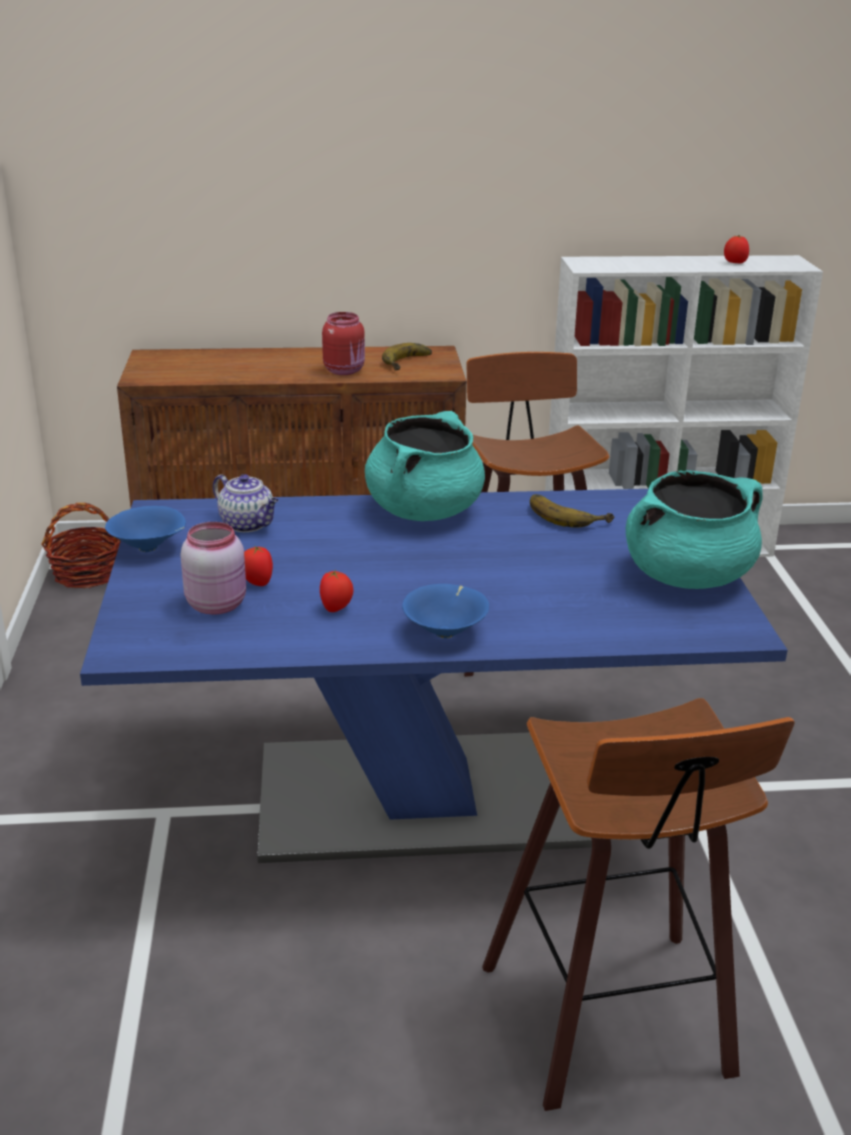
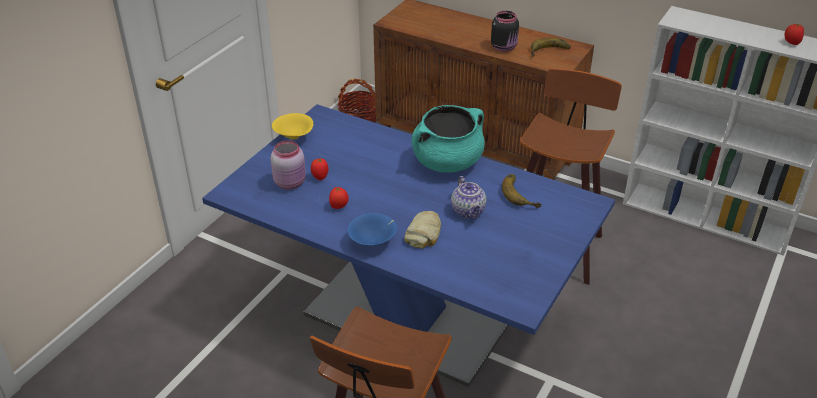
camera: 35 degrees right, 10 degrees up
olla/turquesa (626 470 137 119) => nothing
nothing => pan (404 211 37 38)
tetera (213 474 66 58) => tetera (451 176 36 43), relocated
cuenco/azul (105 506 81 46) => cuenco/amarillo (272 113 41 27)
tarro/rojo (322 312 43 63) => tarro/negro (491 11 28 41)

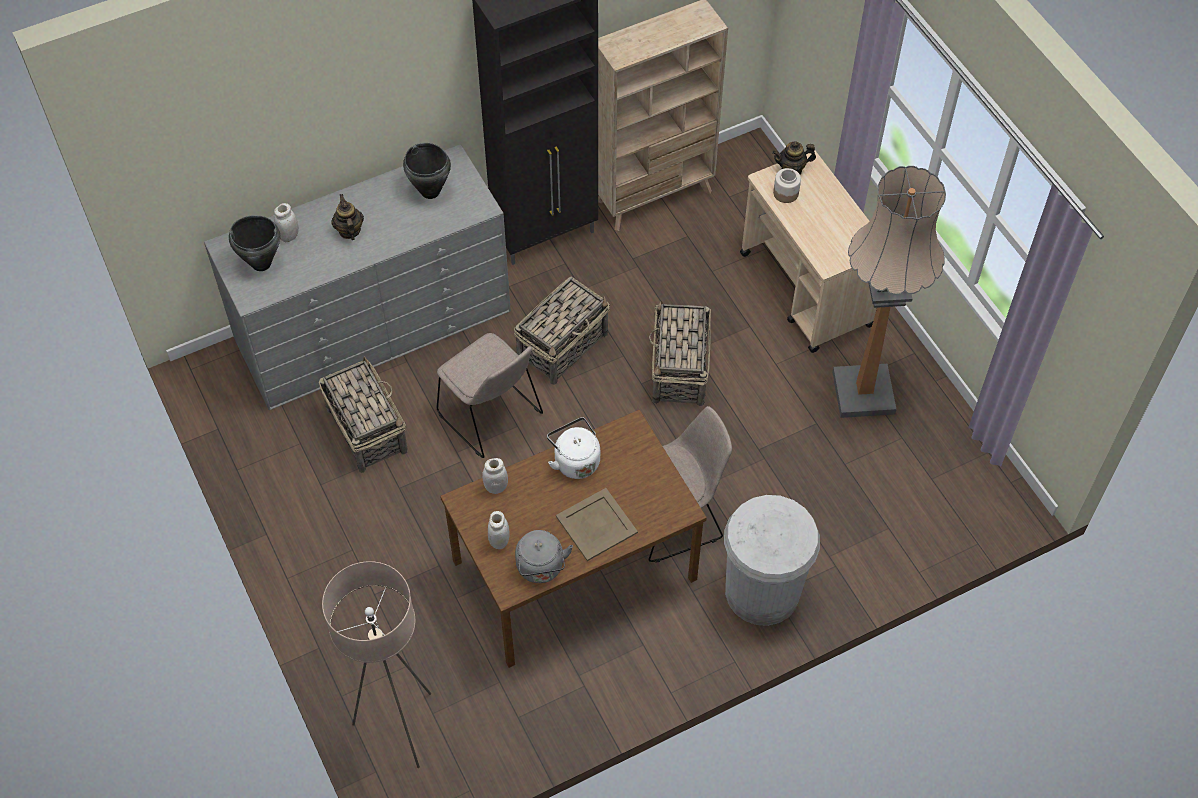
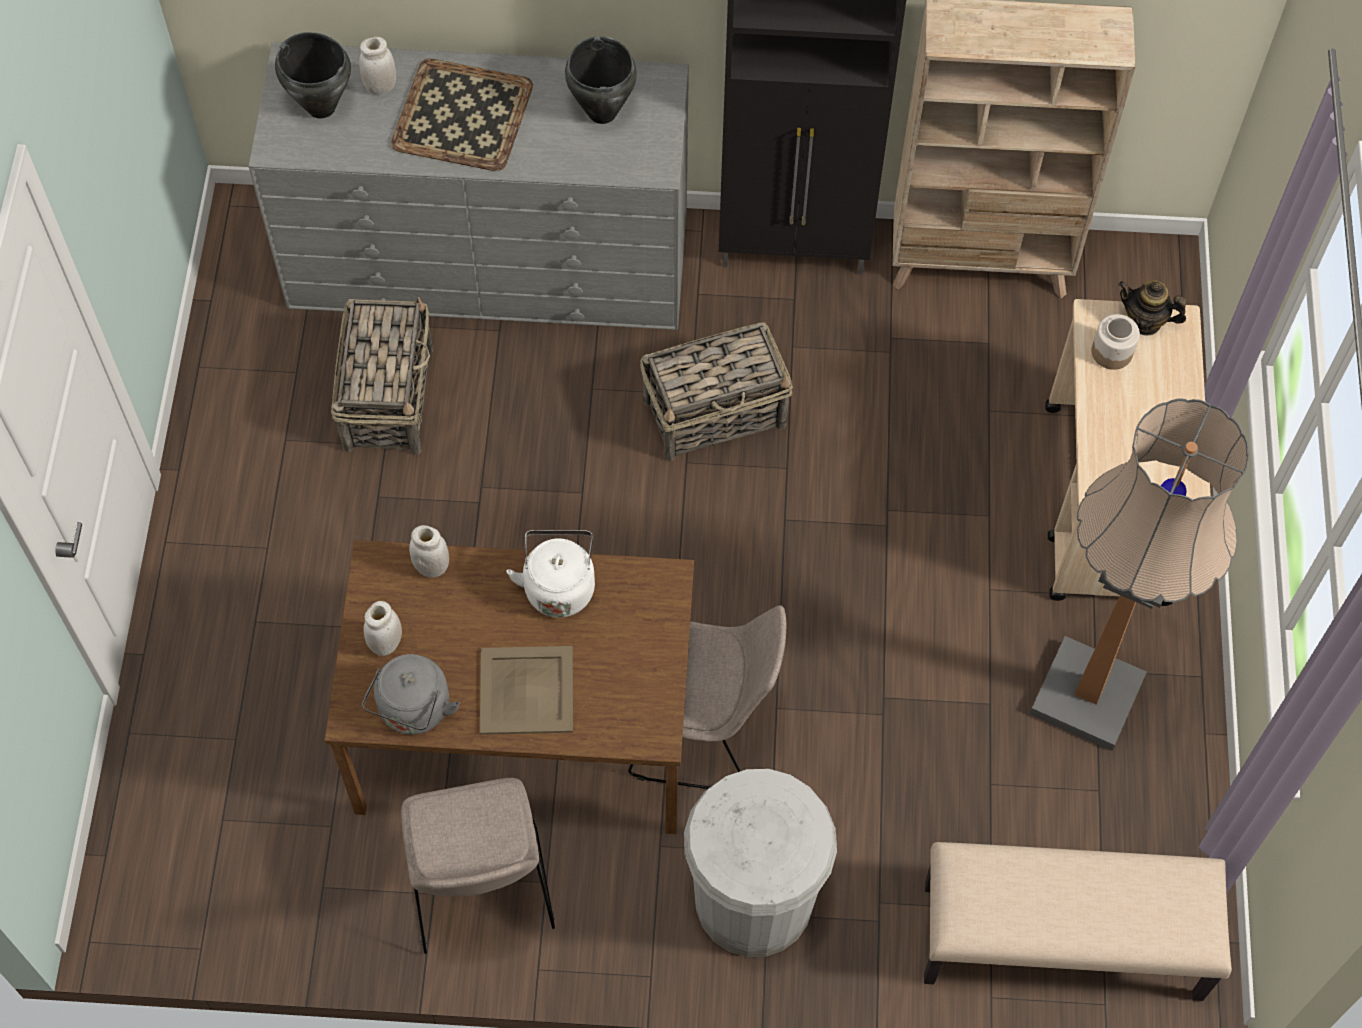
camera: 30 degrees right, 5 degrees up
lámpara de pie/beis (322 561 109 207) => nothing
cesta (649 300 62 106) => nothing
nothing => banco/beis (924 842 308 159)
silla/beis (436 333 107 125) => silla/beis (401 778 154 176), relocated
tetera (331 194 33 46) => bandeja (391 59 142 112)

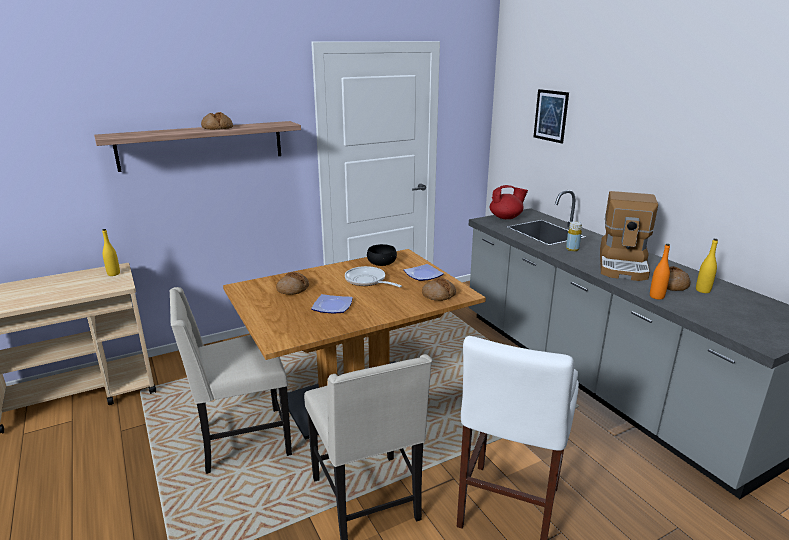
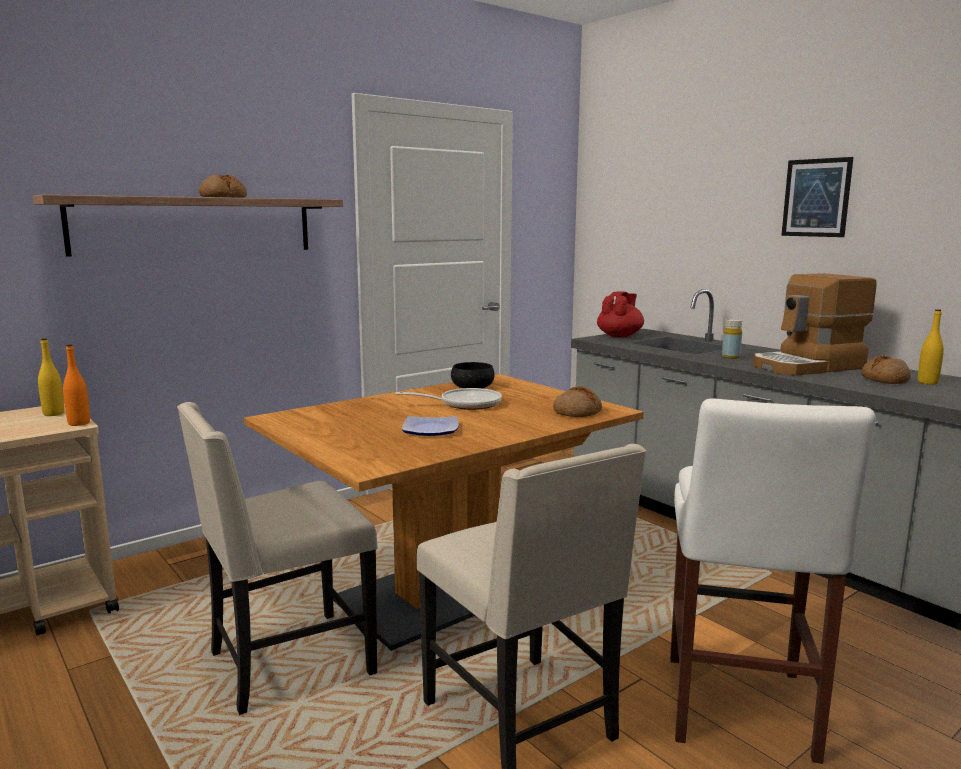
camera: 10 degrees left, 10 degrees down
pan (276 272 33 23) => nothing
plato (404 264 40 17) => nothing
cuadro (533 89 36 55) => cuadro (781 157 73 80), relocated
botella/naranja (650 244 20 56) => botella/naranja (63 344 27 82), relocated
sartén (345 266 57 21) => sartén (396 388 106 22), 135 degrees clockwise
tetera/rojo (490 185 38 34) => tetera/rojo (597 292 47 45), 45 degrees counterclockwise
cafetera (600 191 58 90) => cafetera (753 273 123 103), 60 degrees clockwise

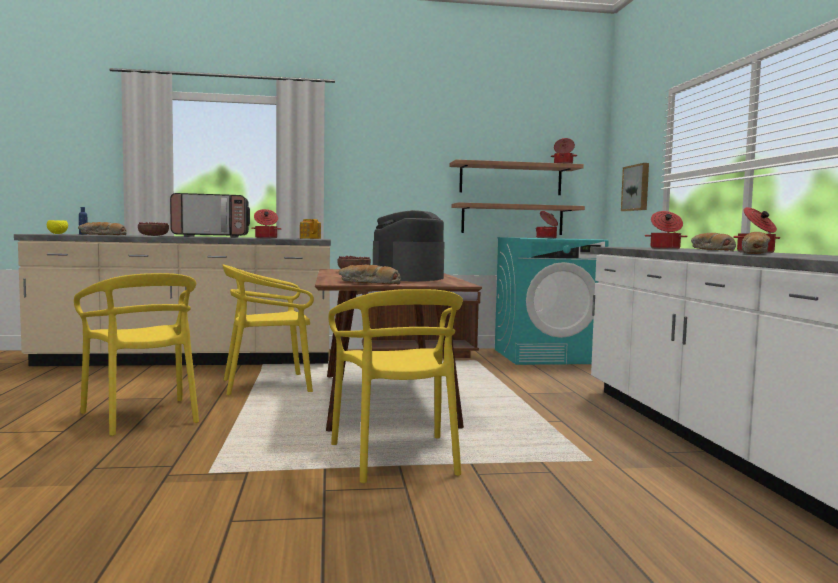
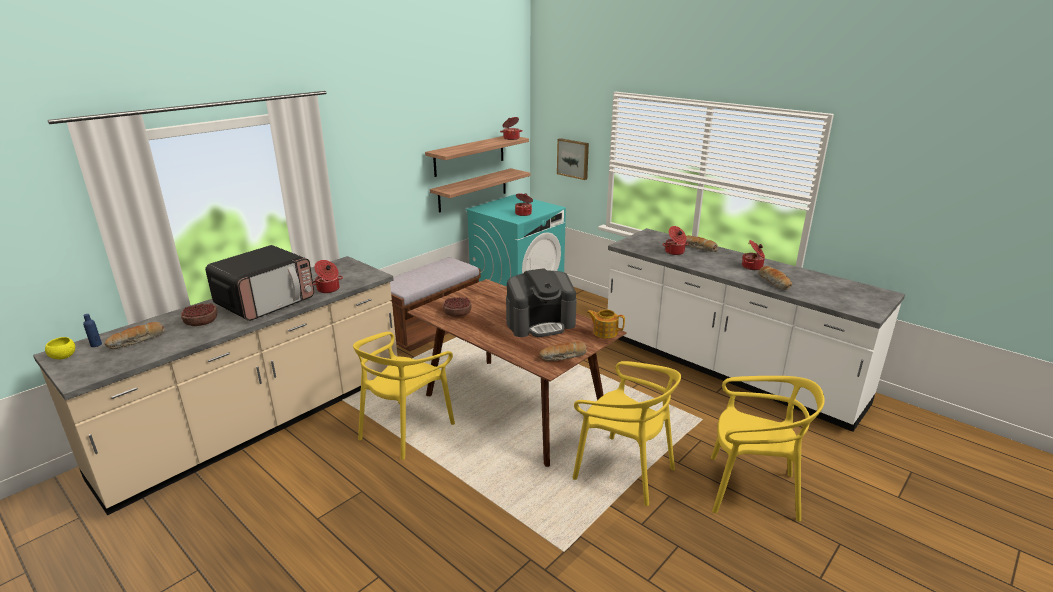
camera: 40 degrees left, 20 degrees up
silla/amarillo (74 273 125 163) => silla/amarillo (711 376 114 145), relocated
tetera (300 219 21 20) => tetera (587 309 38 30), relocated
cafetera (373 210 72 71) => cafetera (506 268 71 69), 90 degrees counterclockwise

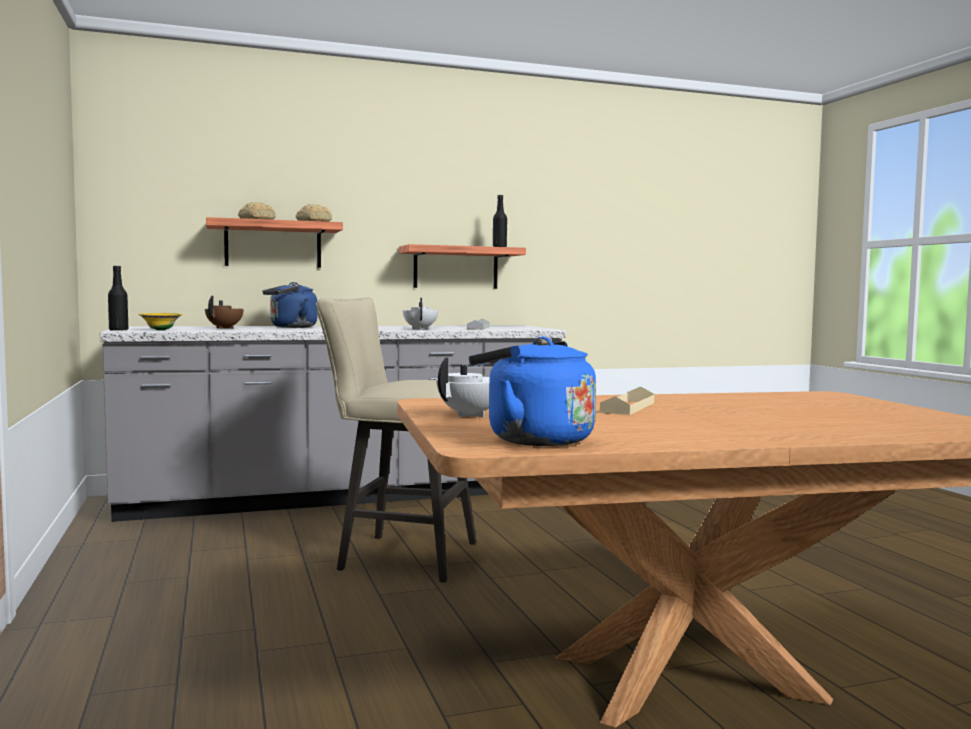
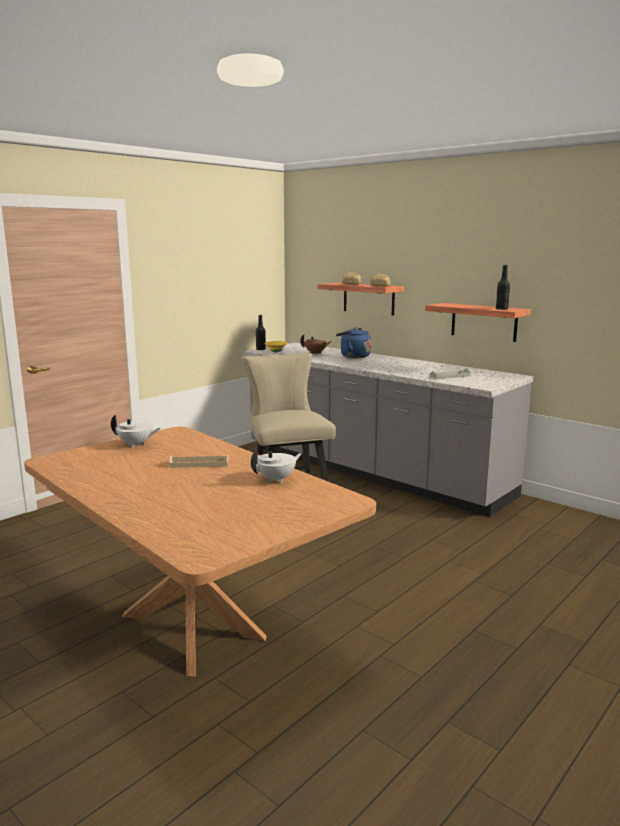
camera: 60 degrees right, 10 degrees up
hervidor/azul (469 337 127 109) => nothing
tetera/blanco (403 298 35 32) => tetera/blanco (251 449 51 34), relocated

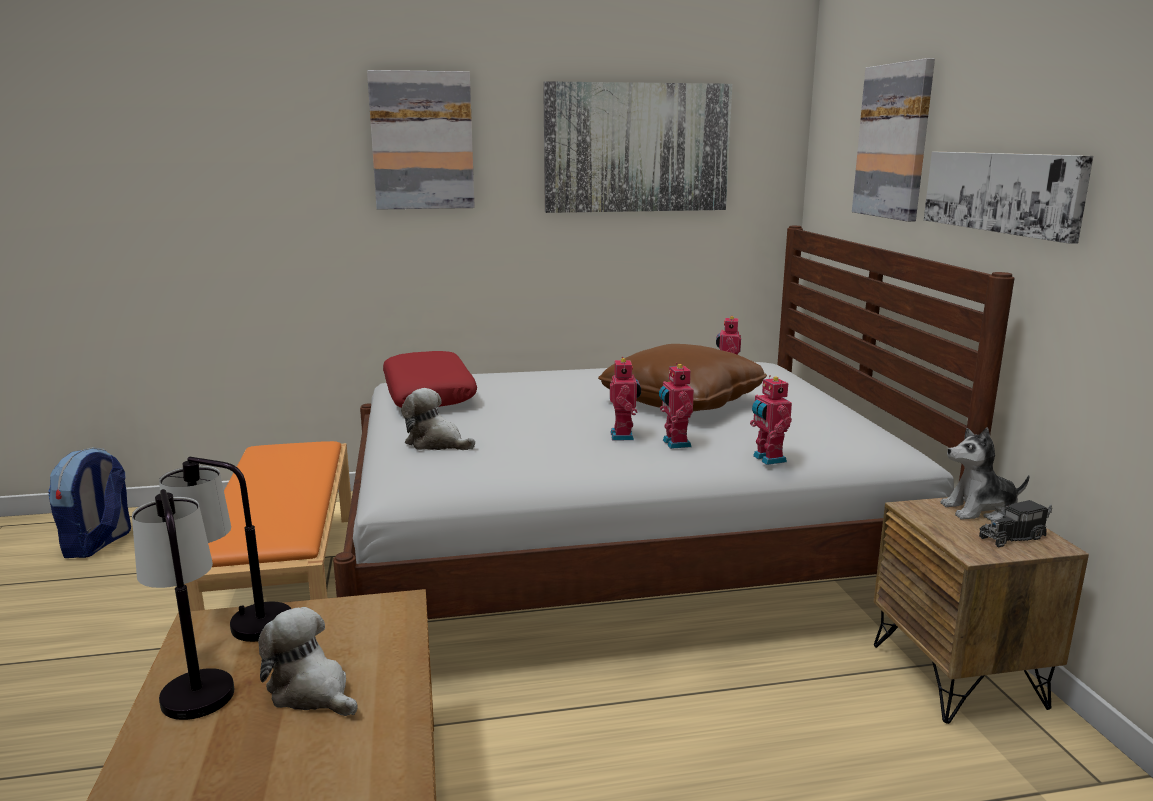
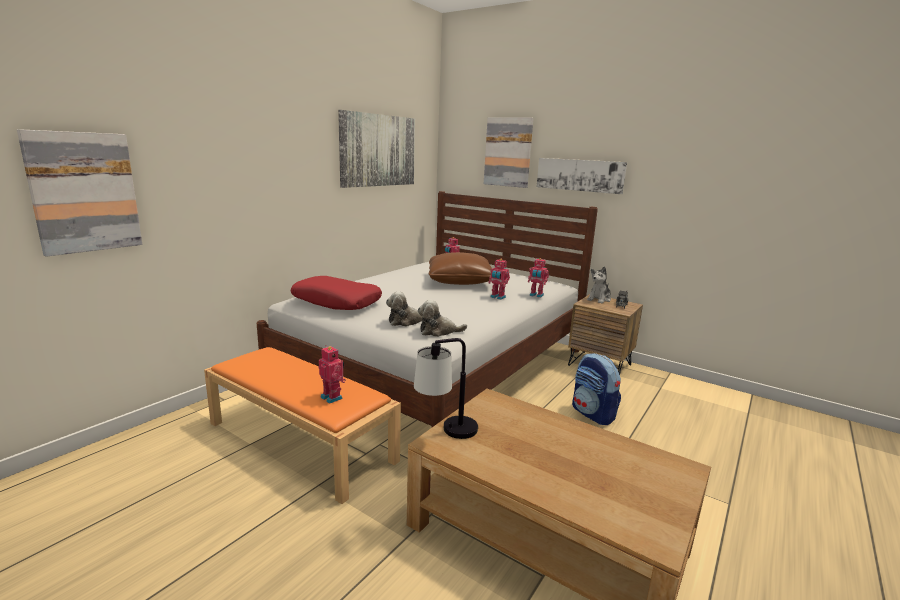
camera: 45 degrees left, 0 degrees up
lámpara de mesa (132 489 102 231) => nothing
mochila (48 447 83 111) => mochila (572 353 49 72), relocated
peluche (258 607 100 109) => peluche (418 300 49 37), relocated
cuadro (367 70 108 140) => cuadro (17 129 125 128), relocated
robot de juguete (610 357 31 83) => robot de juguete (319 345 27 59), relocated

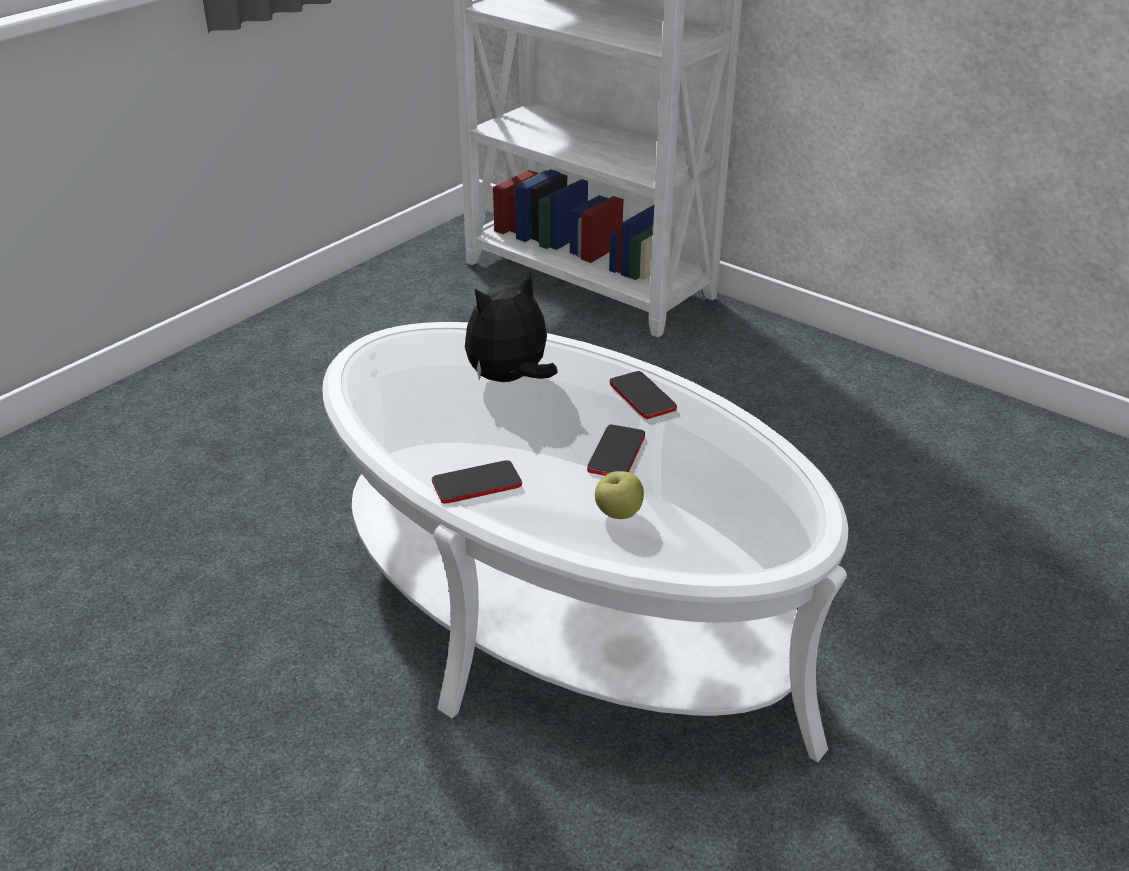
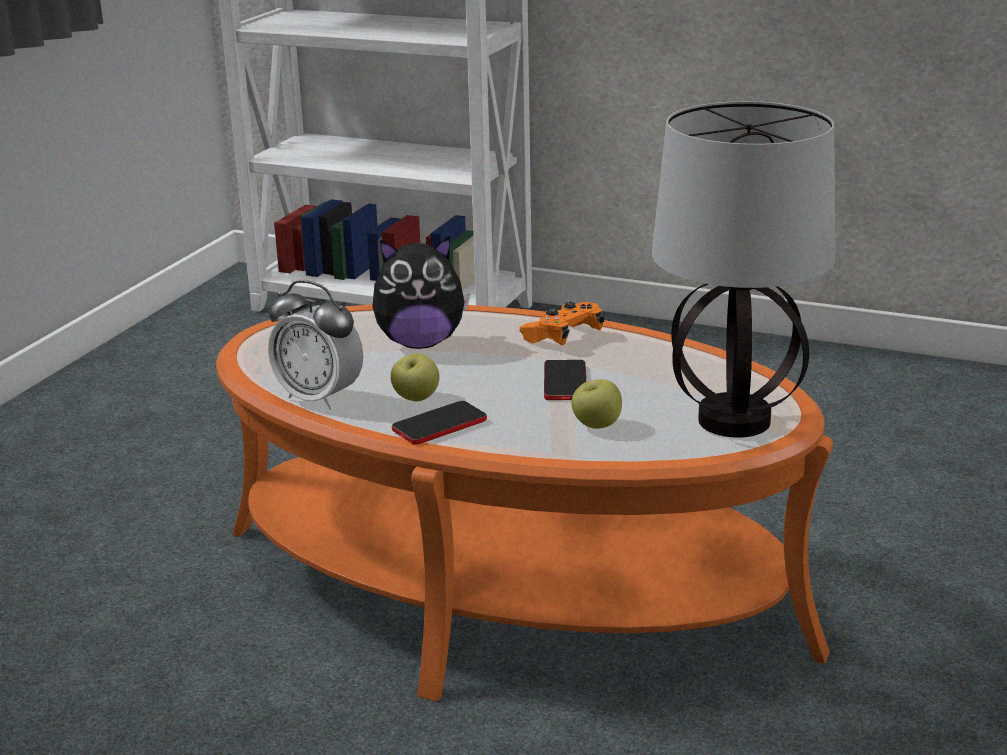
camera: 15 degrees left, 10 degrees down
nothing => despertador (268 280 95 130)
nothing => manzana (391 353 49 48)
nothing => lámpara de mesa (652 101 183 337)
móvil (610 371 67 48) => mando de consola/naranja (519 302 85 43)
mesa de centro/blanco (322 322 526 440) => mesa de centro/naranja (216 305 617 397)
peluche (465 271 93 111) => peluche (372 236 98 113), 135 degrees counterclockwise

